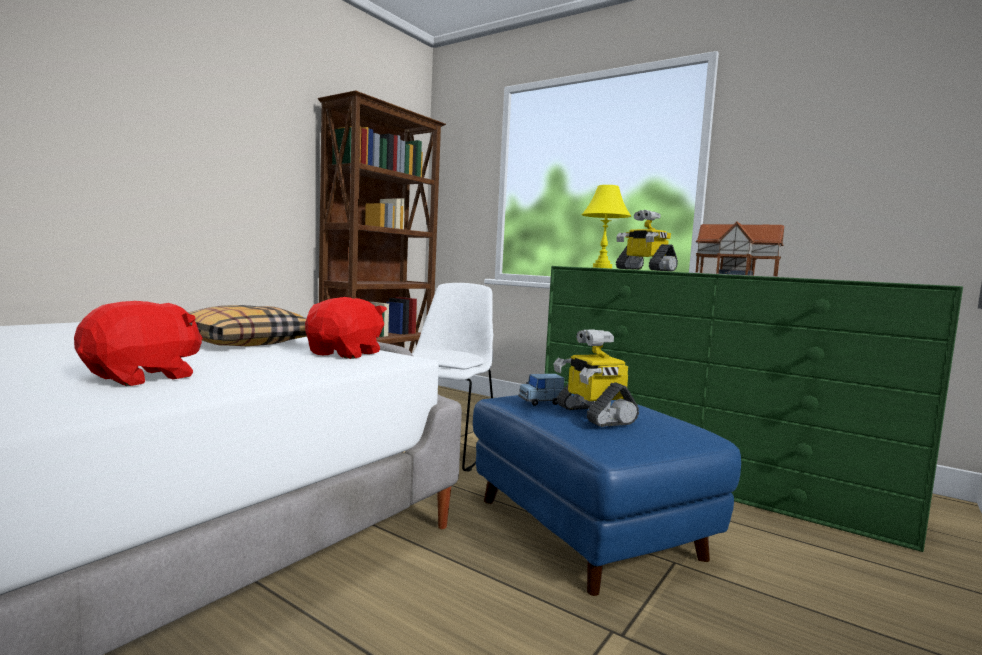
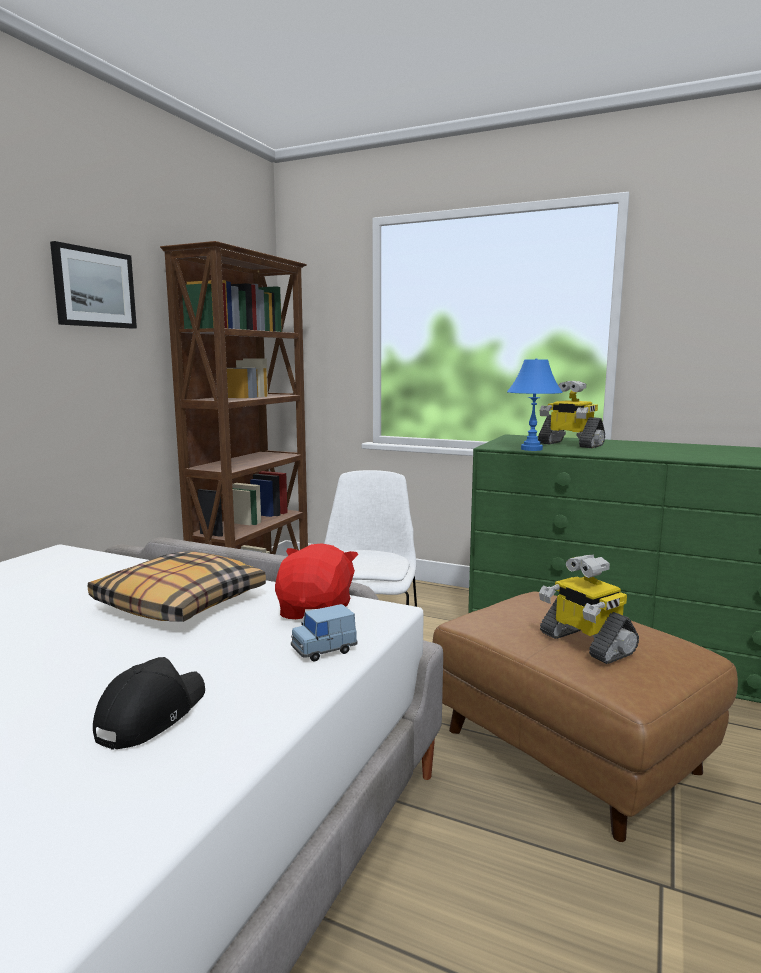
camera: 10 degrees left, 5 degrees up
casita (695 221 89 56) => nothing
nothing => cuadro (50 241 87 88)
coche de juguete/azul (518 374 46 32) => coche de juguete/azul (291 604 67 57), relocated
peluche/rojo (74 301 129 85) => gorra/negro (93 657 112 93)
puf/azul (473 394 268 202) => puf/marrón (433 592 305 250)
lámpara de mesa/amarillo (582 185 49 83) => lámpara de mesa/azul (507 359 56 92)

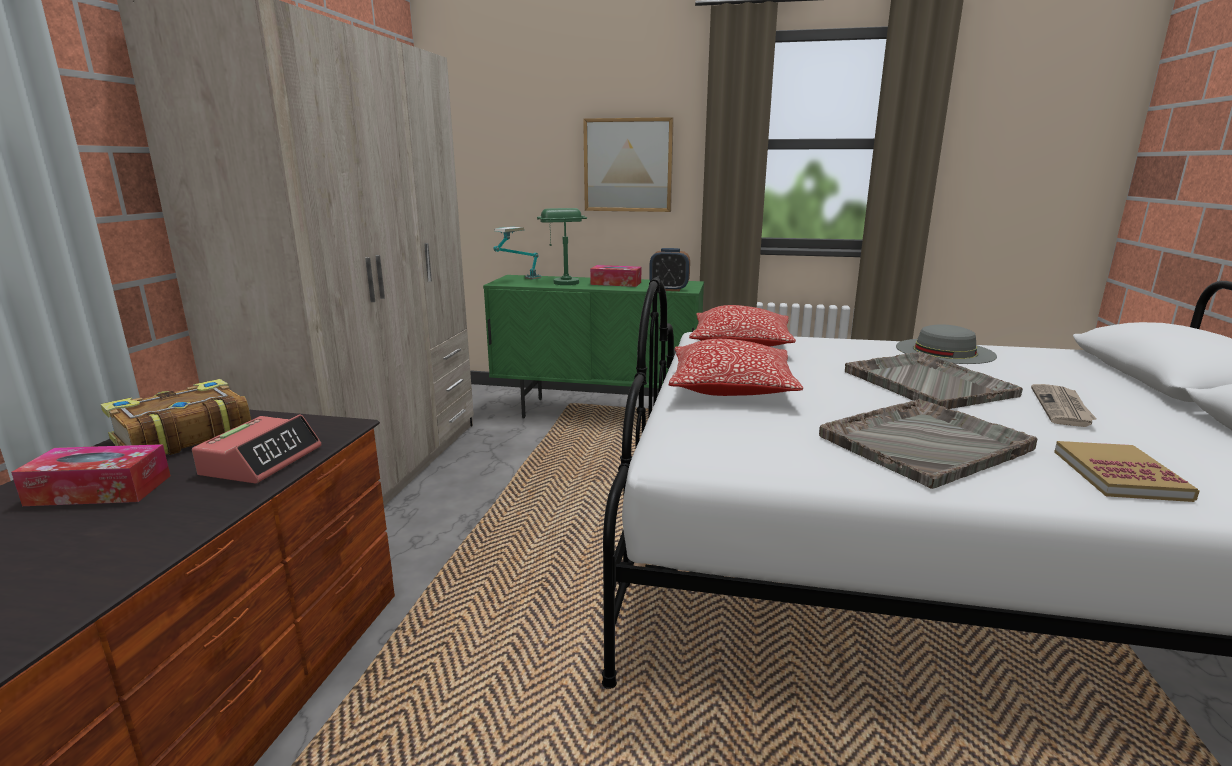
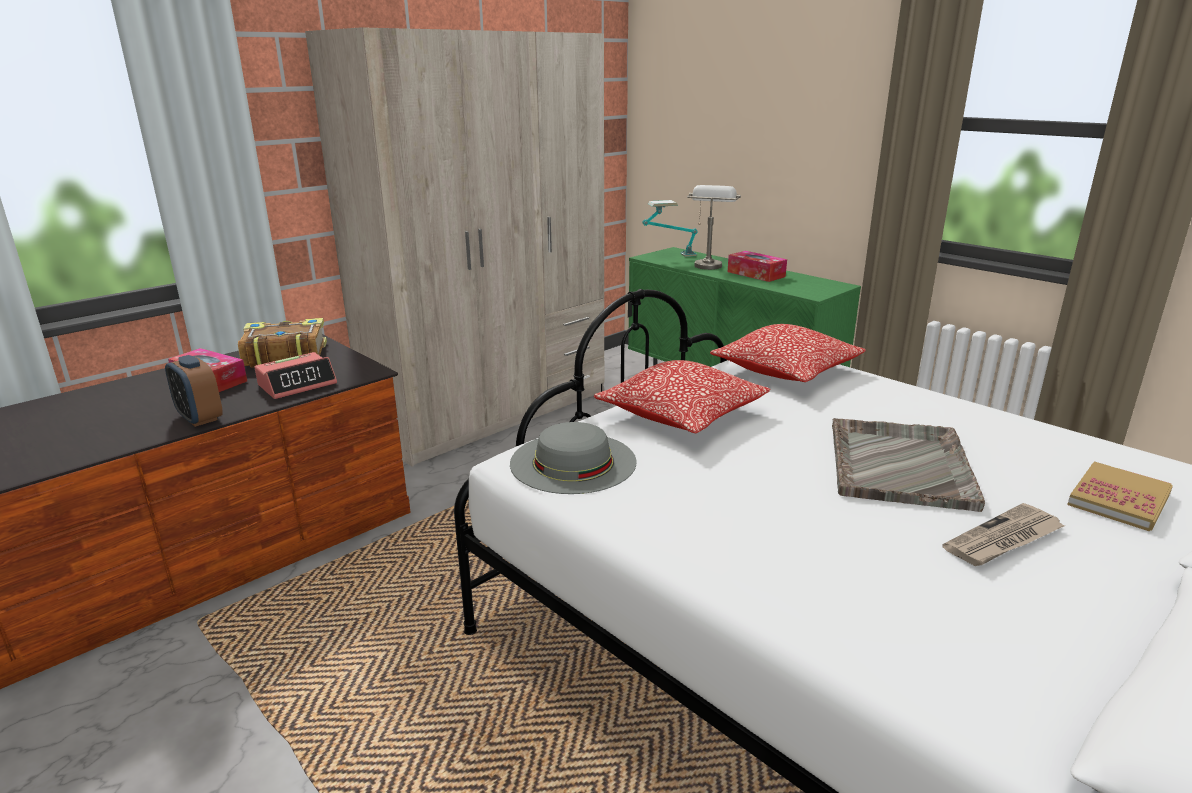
camera: 35 degrees right, 5 degrees up
cuadro (583 117 91 95) => nothing
bandeja/gris (819 399 218 90) => nothing
despertador (649 248 41 43) => despertador (165 355 58 72), relocated
sombrero/gris (896 324 101 40) => sombrero/gris (510 422 127 72), relocated
libro (1054 441 146 61) => libro (1067 462 106 69), relocated
lámpara de mesa/verde (537 208 50 77) => lámpara de mesa/gris (687 185 54 85)

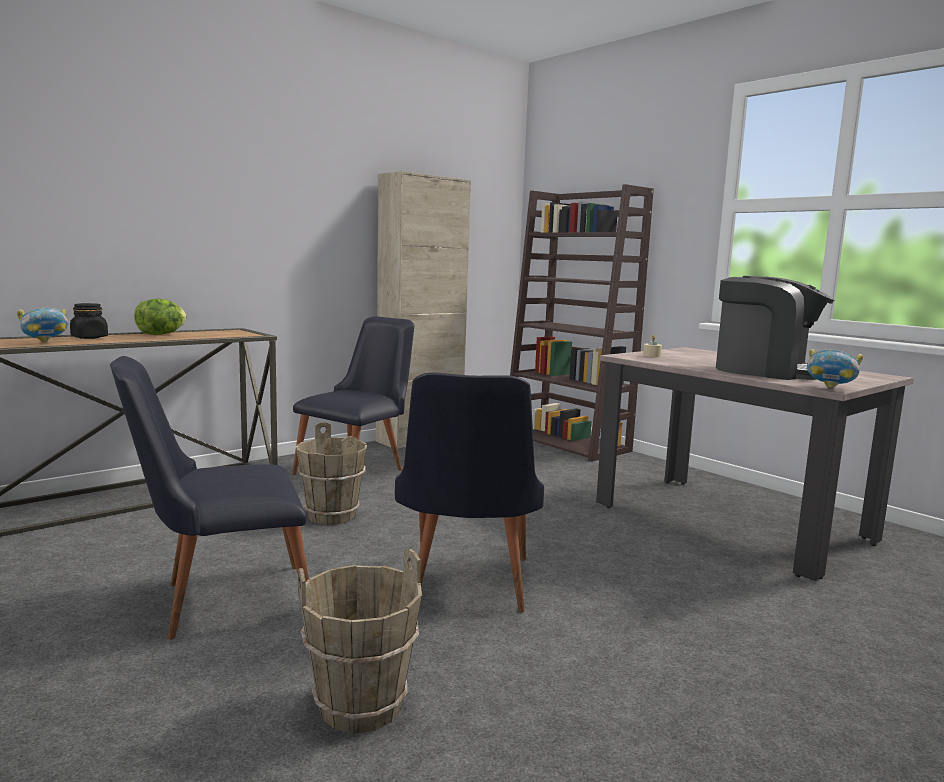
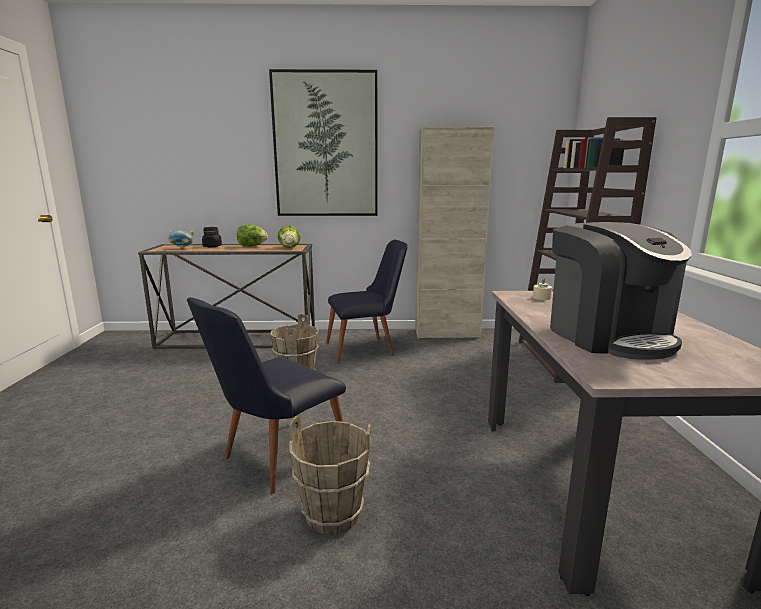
camera: 40 degrees right, 5 degrees up
silla/negro (110 356 199 284) => nothing
cuenco (807 349 56 40) => nothing
nothing => cuadro (269 69 109 147)
nothing => lechuga (278 225 23 23)
cubo/marrón (298 549 124 184) => cubo/marrón (289 416 83 118), relocated

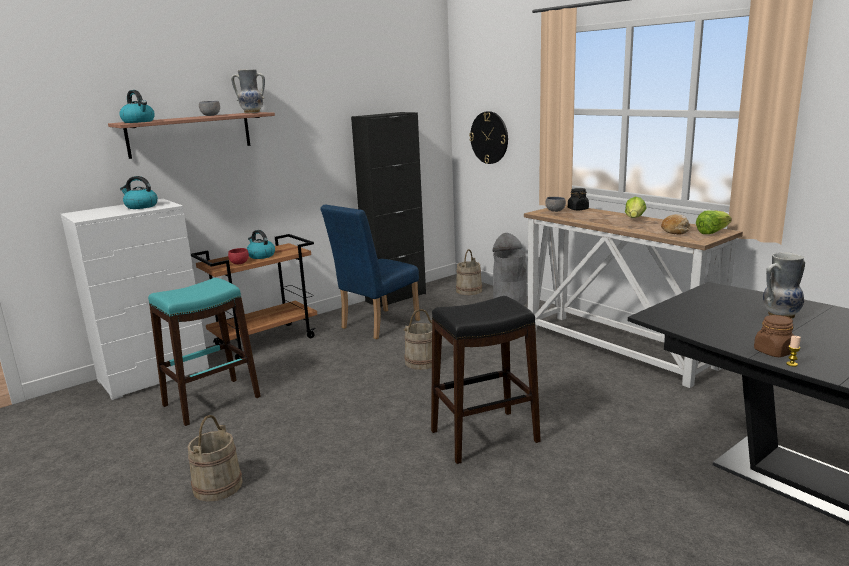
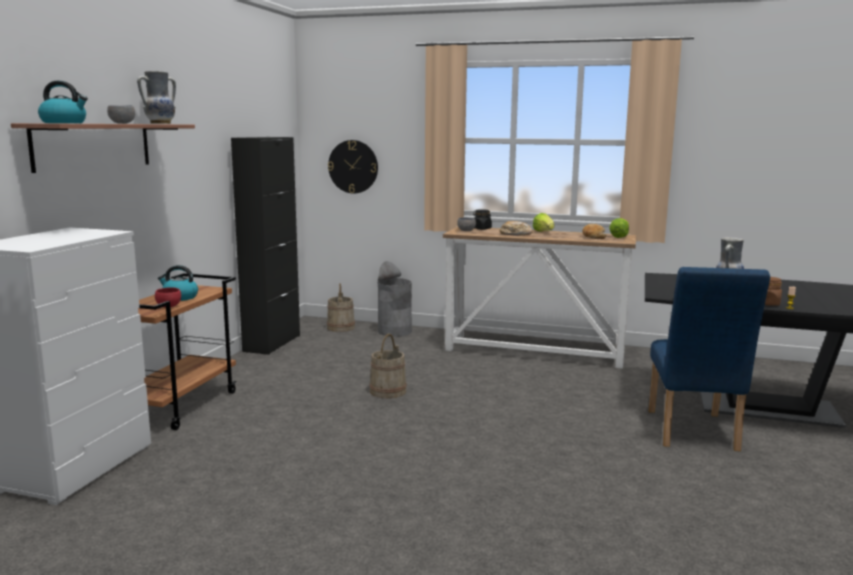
camera: 35 degrees left, 5 degrees down
hervidor (120 176 38 33) => nothing
taburete/turquesa (148 278 113 148) => nothing
cubo/beis (188 415 55 87) => nothing
taburete/negro (431 296 110 168) => nothing
nothing => pan (500 221 33 15)
silla/azul (320 205 100 134) => silla/azul (648 267 122 184), relocated

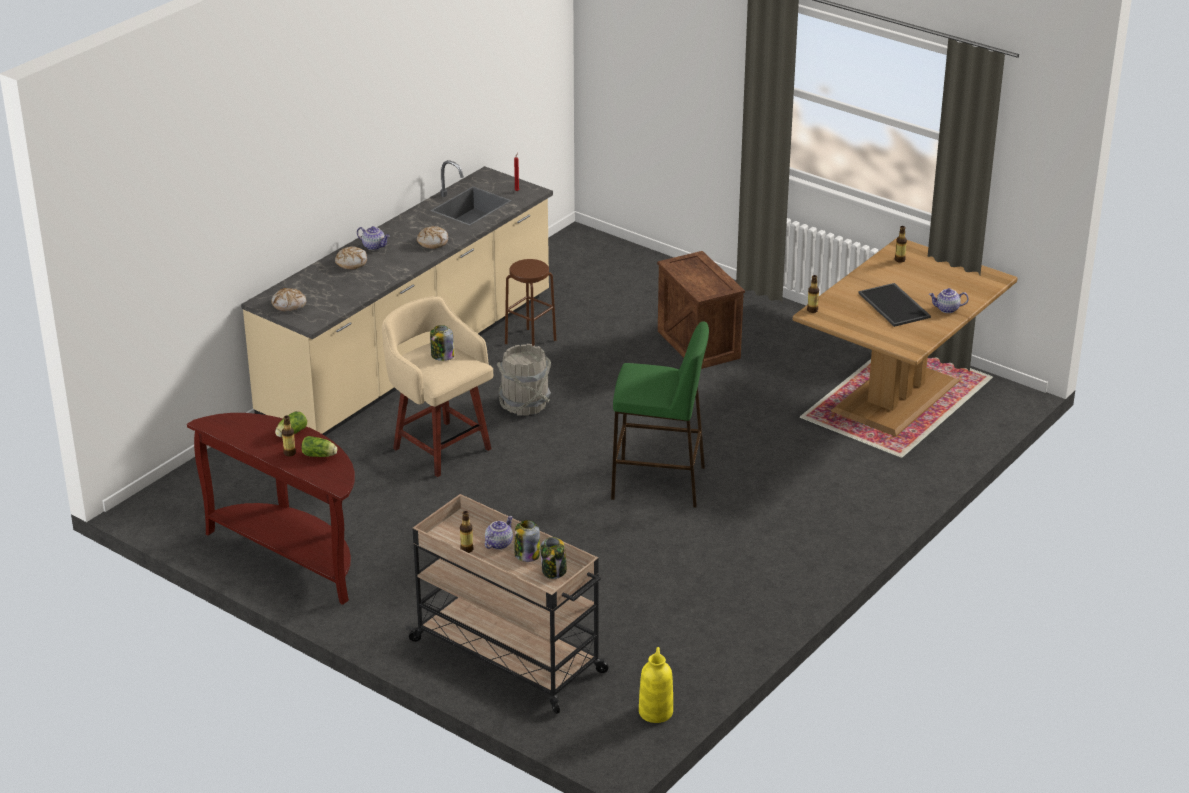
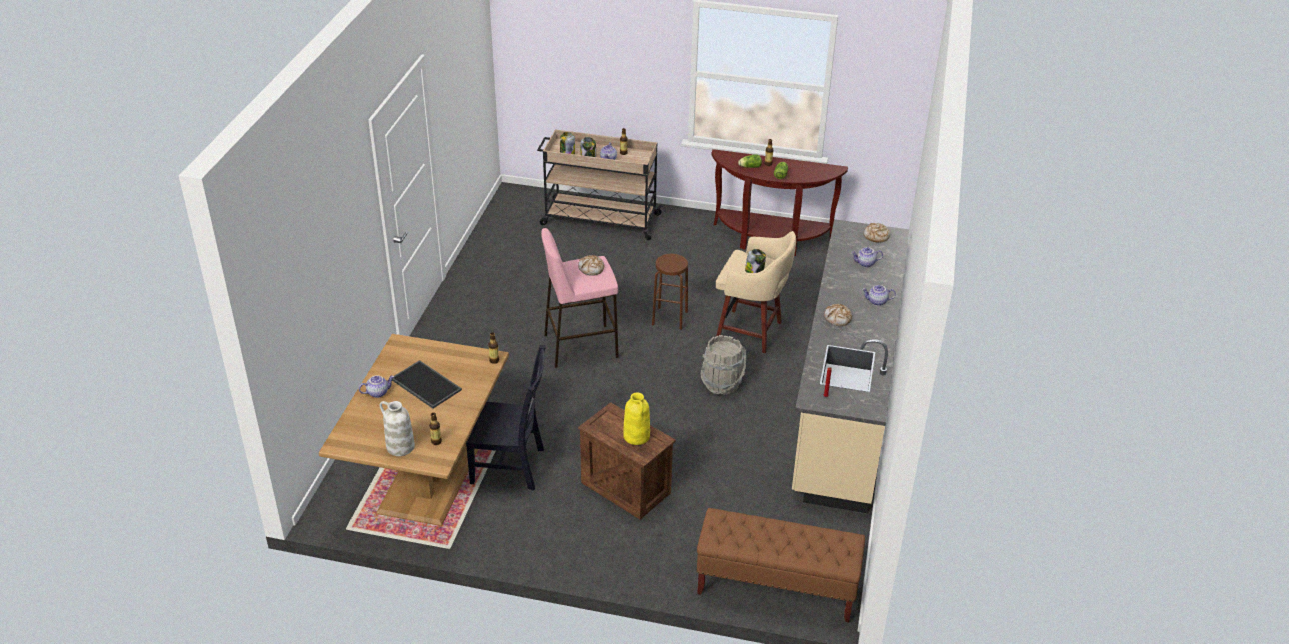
camera: 155 degrees right, 5 degrees up
nothing => florero/blanco (380 401 35 55)
nothing => silla/negro (466 345 80 145)
nothing => banco/marrón (696 508 169 114)
nothing => tetera (851 247 32 20)
pan (335 246 32 24) => pan (578 255 26 21), relocated
taburete/marrón (505 259 51 88) => taburete/marrón (652 254 36 76), relocated
florero/amarillo (639 647 34 76) => florero/amarillo (623 392 27 53), relocated
taburete/verde (611 322 98 186) => taburete/rosa (541 228 78 140)

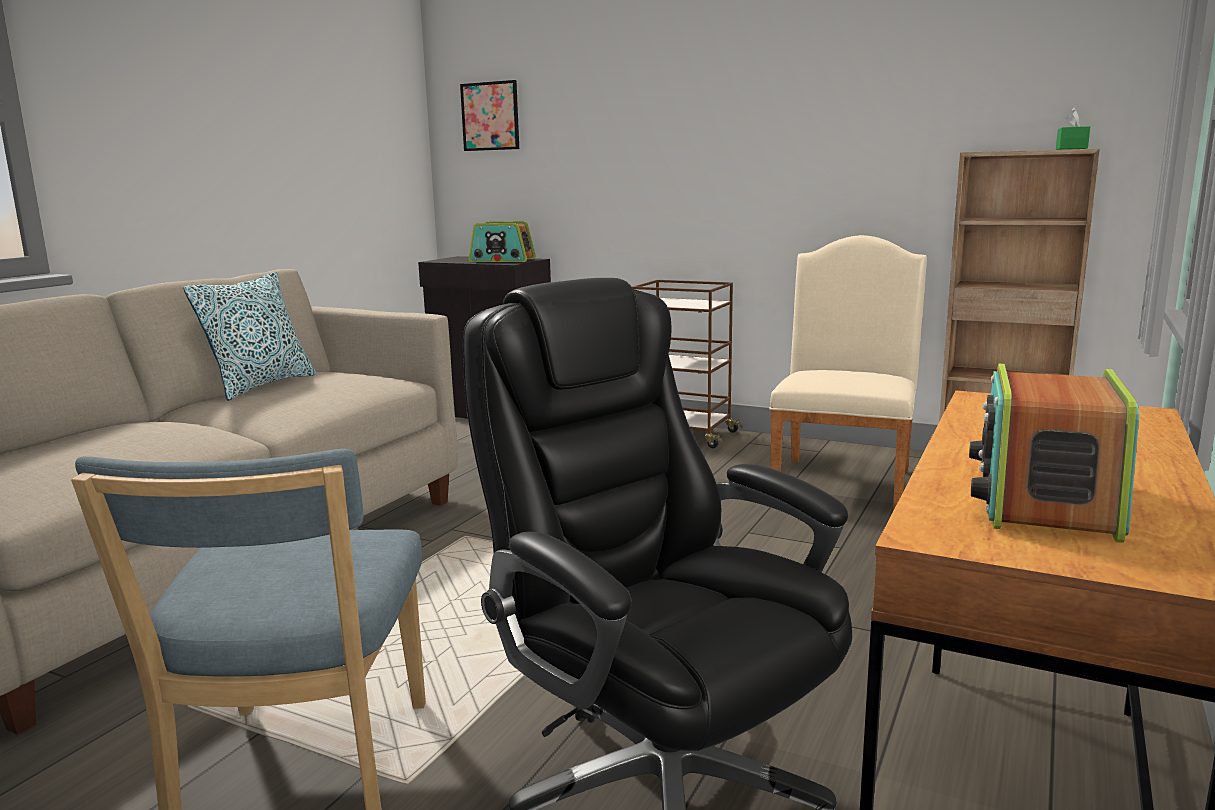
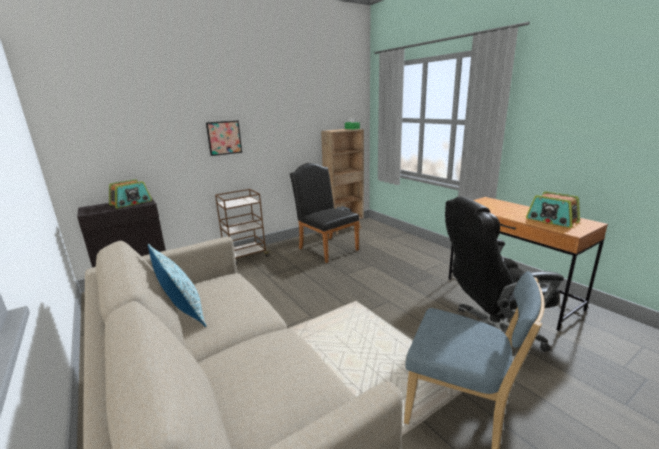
camera: 60 degrees left, 5 degrees up
cuadro (460 80 59 71) => cuadro (206 121 36 35), relocated
silla/beis (769 235 158 276) => silla/negro (290 163 69 100)

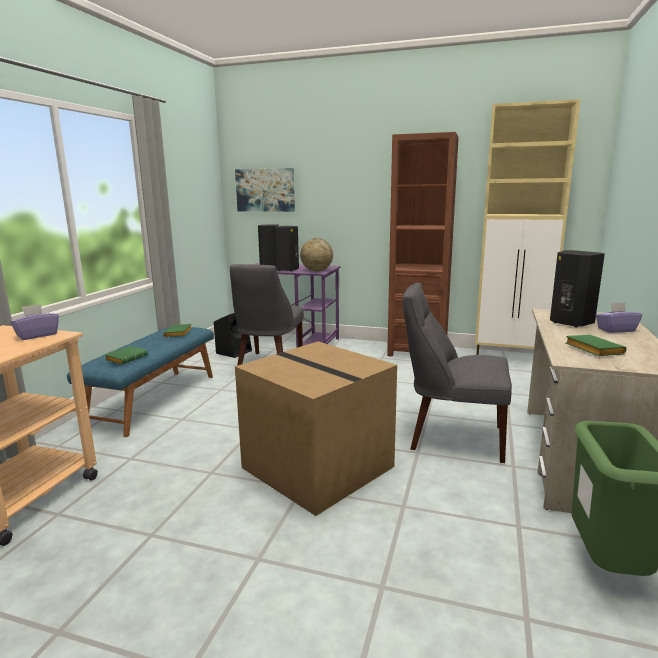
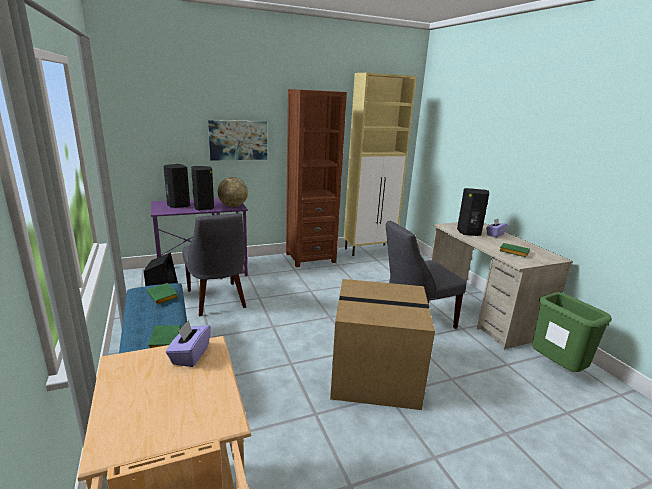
camera: 40 degrees left, 5 degrees up
cuadro (235 168 60 44) => cuadro (208 120 59 41), relocated

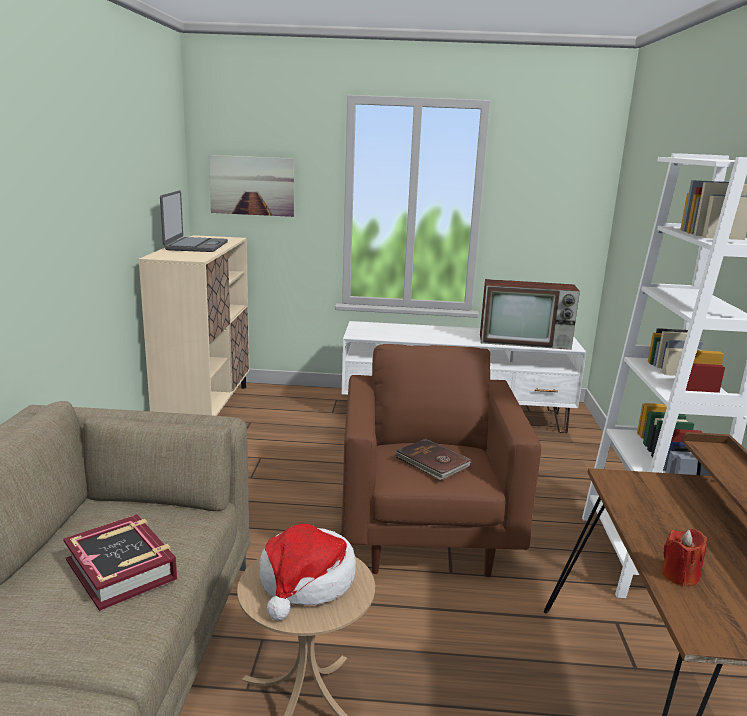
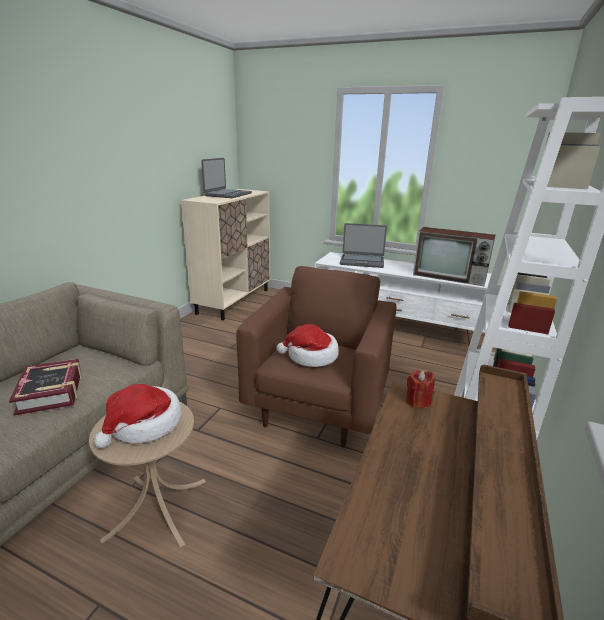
camera: 20 degrees right, 5 degrees up
cuadro (209 155 85 62) => nothing
nothing => portátil (340 223 47 45)
vela/rojo (662 529 45 58) => vela/rojo (406 370 29 38), relocated
libro/marrón (395 438 77 42) => sombrero (276 324 63 43)

